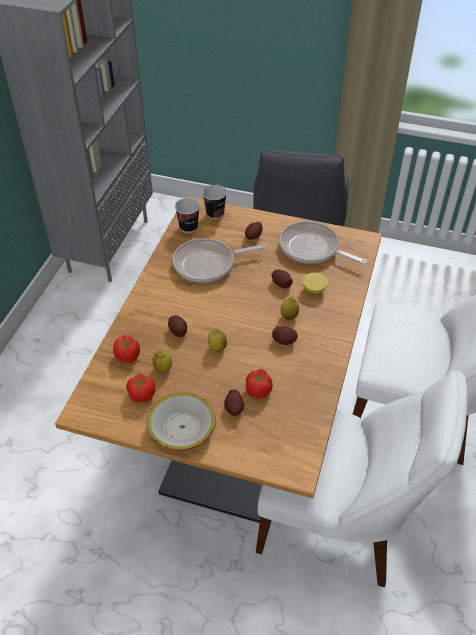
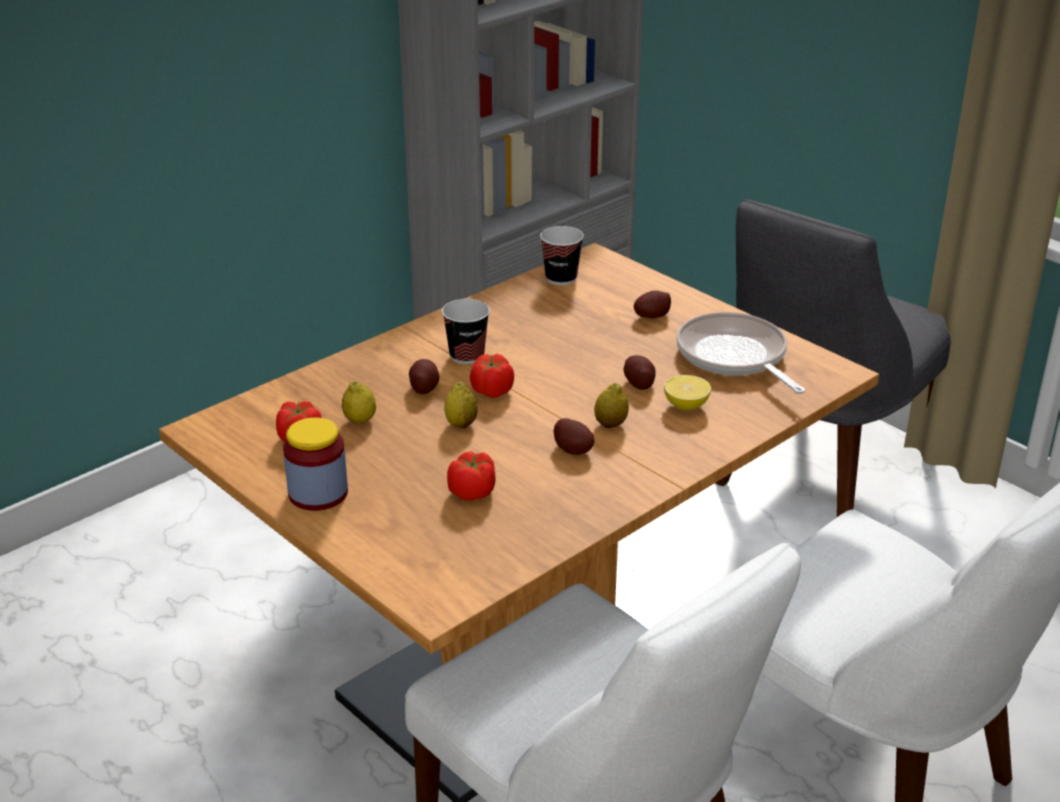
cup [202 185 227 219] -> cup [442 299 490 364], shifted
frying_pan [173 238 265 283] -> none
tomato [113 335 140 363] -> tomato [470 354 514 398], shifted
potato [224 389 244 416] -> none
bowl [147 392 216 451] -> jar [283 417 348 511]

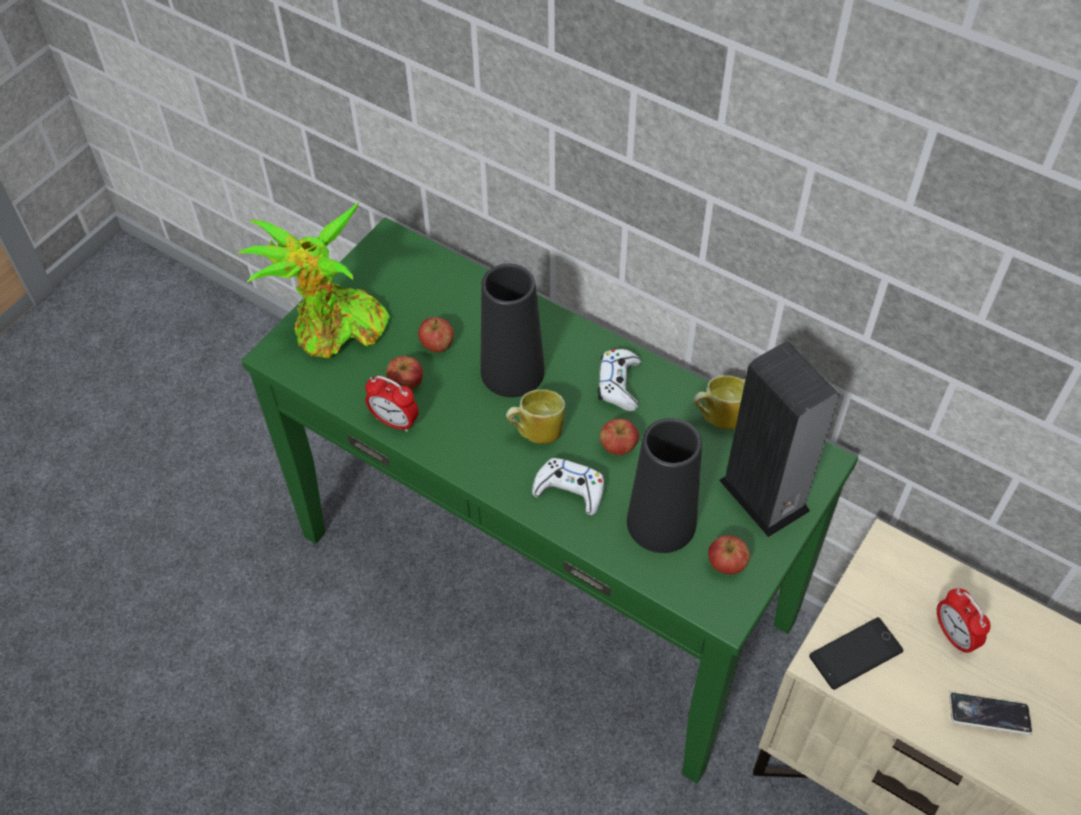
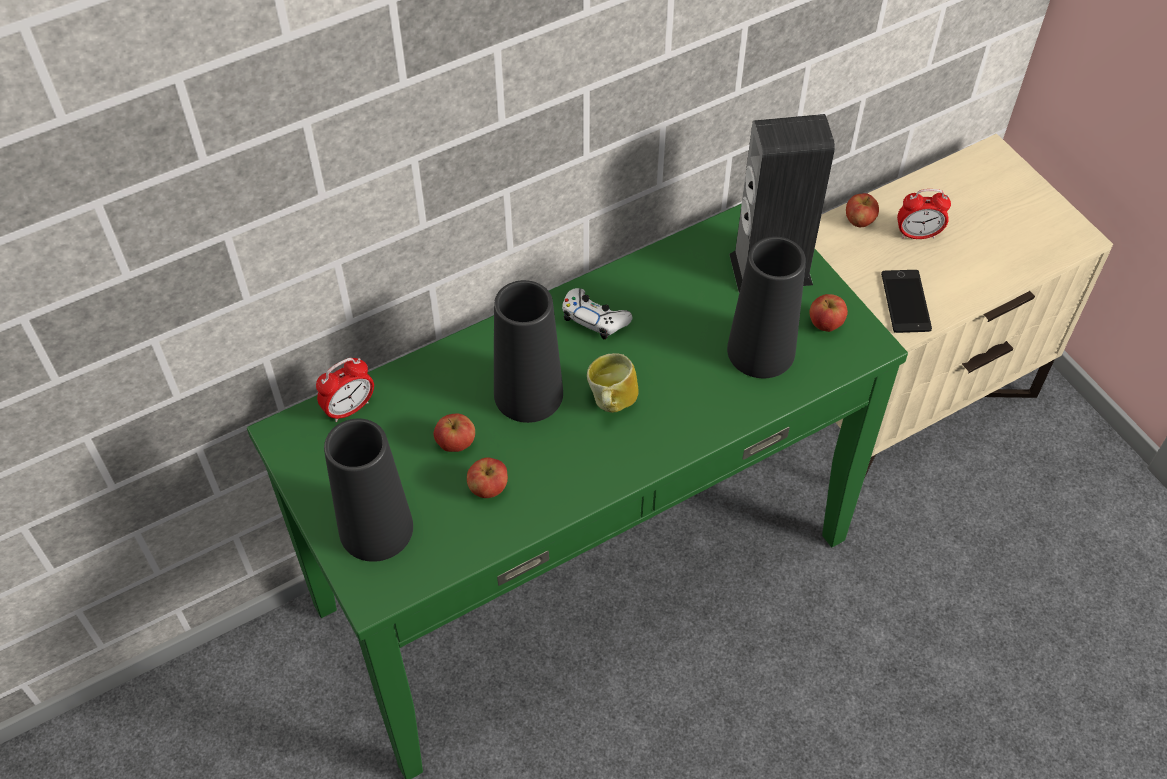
potted_plant [238 202 390 358] -> black_vase [324 419 413 562]
mug [693 375 745 429] -> none
alarm_clock [365 376 419 432] -> alarm_clock [316 358 374 422], shifted
apple [600 419 639 456] -> apple [846 193 879 227], shifted
white_game_controller [532 457 604 515] -> none
phone [949 693 1033 735] -> none

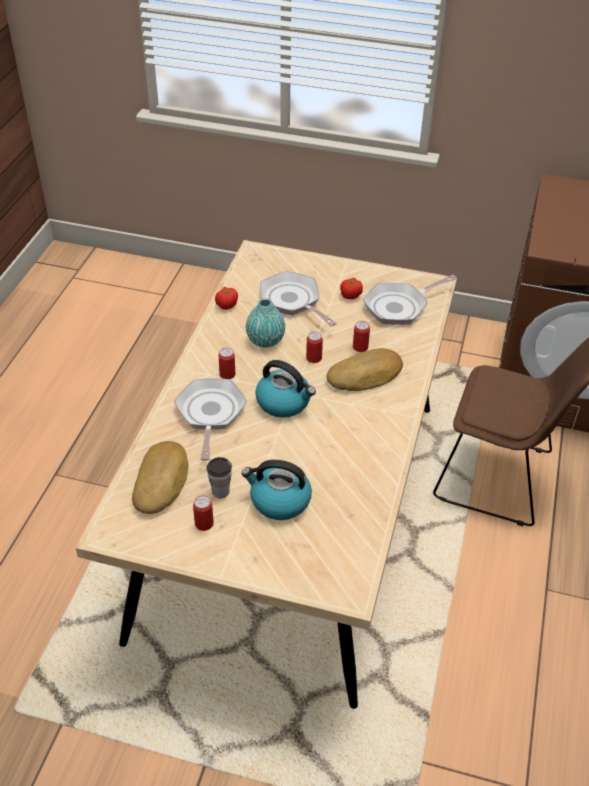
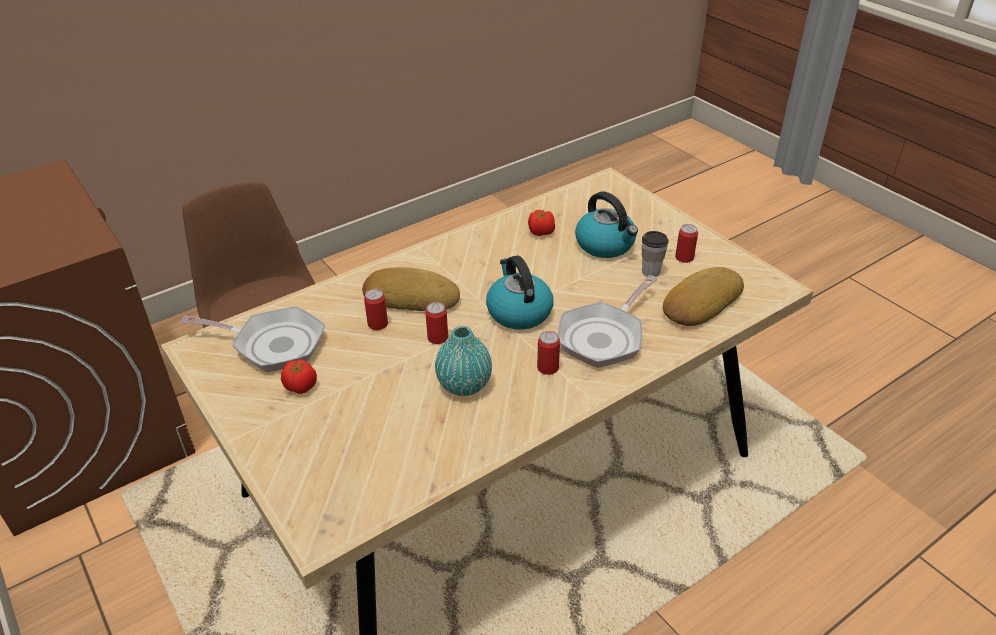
frying_pan [260 271 337 327] -> none
tomato [215 287 238 310] -> tomato [528 210 555 236], shifted

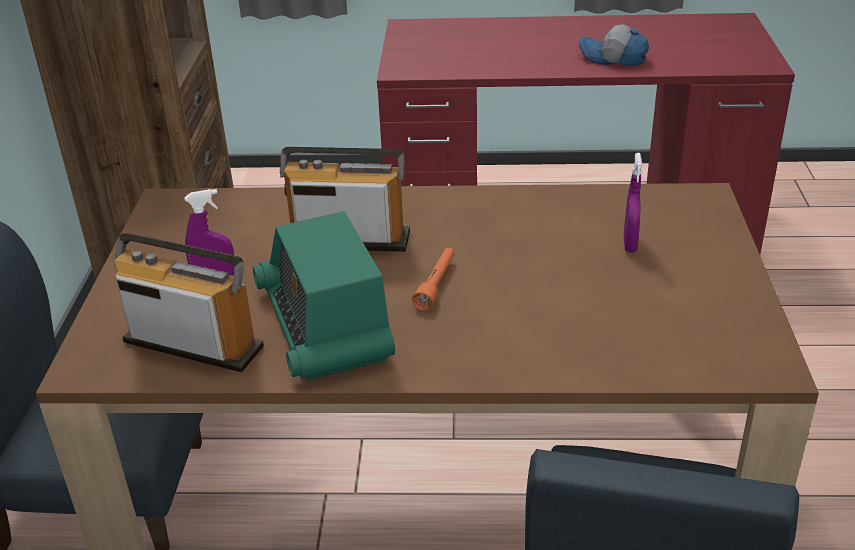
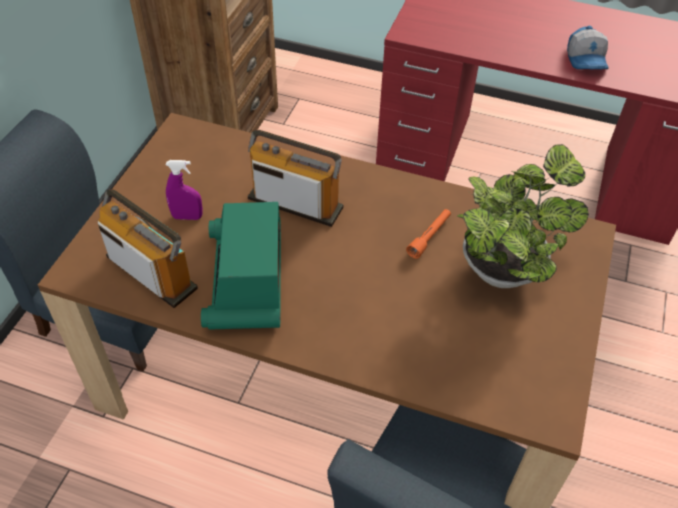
cap [579 24 649 66] -> cap [567 26 609 69], 135 degrees counterclockwise
purple_spray_bottle [624 153 642 252] -> potted_plant [457 144 589 288]
orange_flashlight [412 248 454 310] -> orange_flashlight [406 209 451 259], shifted

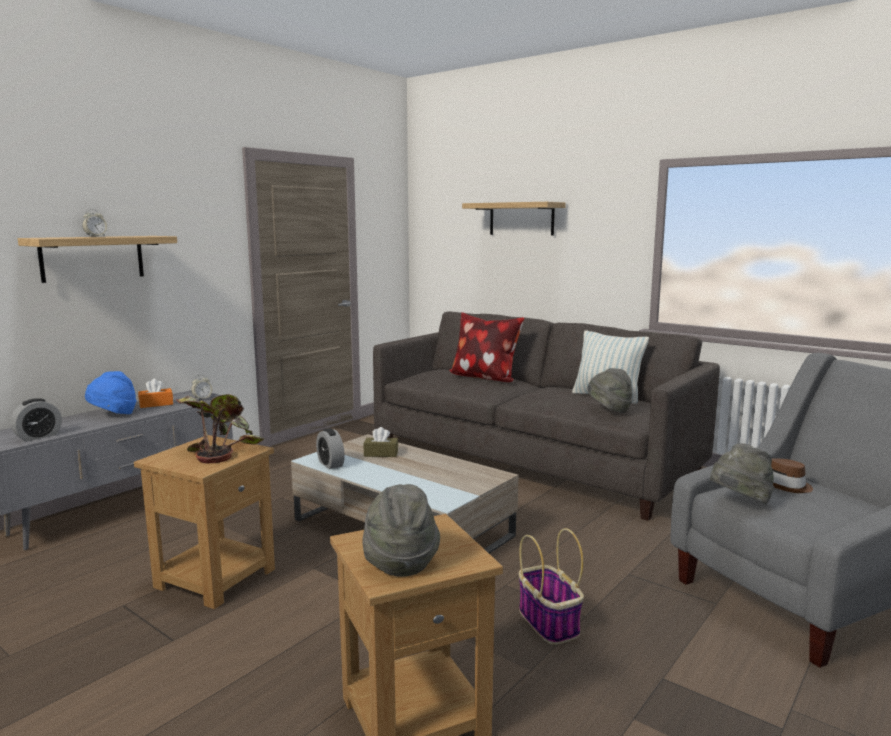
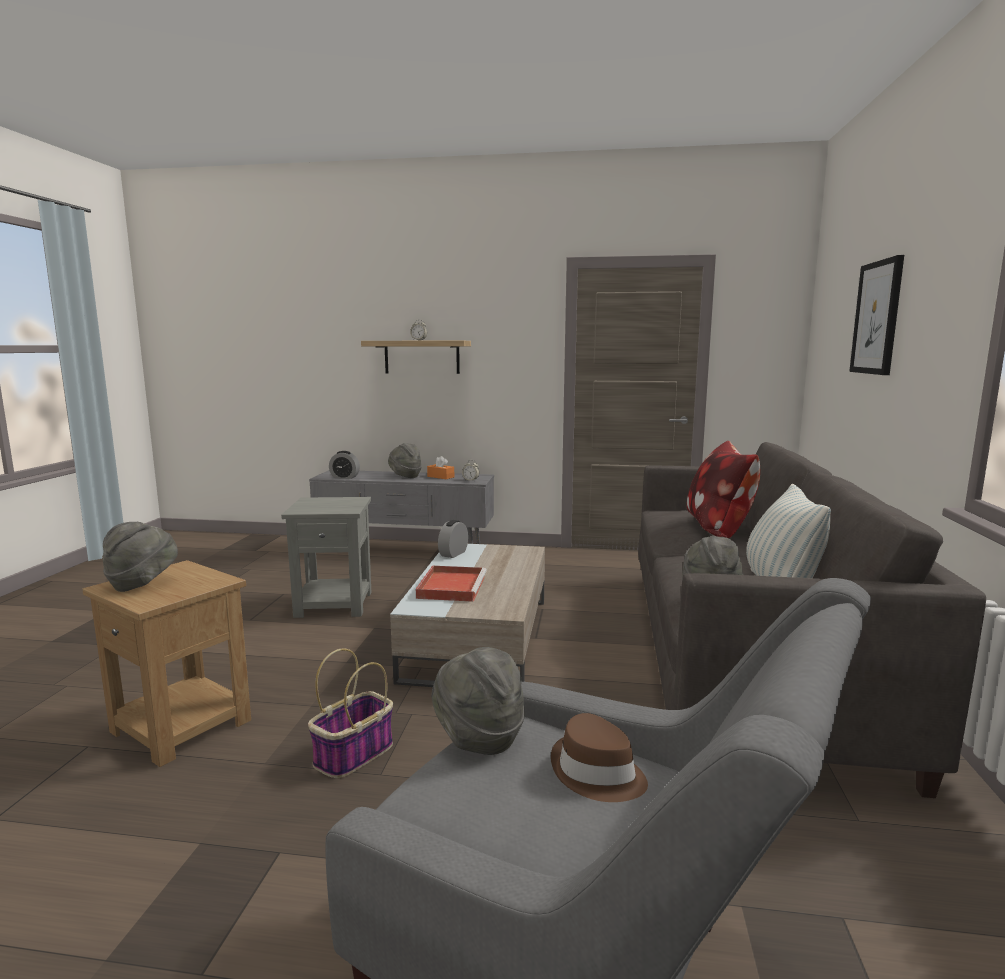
shelf [462 202 566 236] -> picture [849 255 904 375]
blue_hat [85 371 137 414] -> grey_hat [388 443 422 478]
potted_plant [176 394 264 463] -> none
brown_tissue_box [363 427 398 457] -> none
brown_side_table [134 435 275 609] -> grey_side_table [281 497 371 618]
none -> red_tray [416 566 487 602]

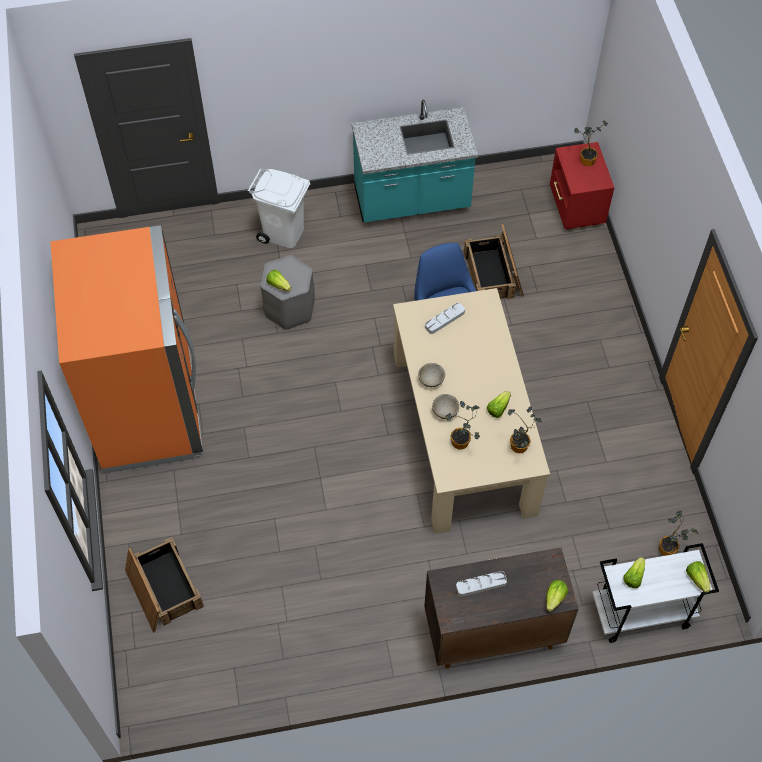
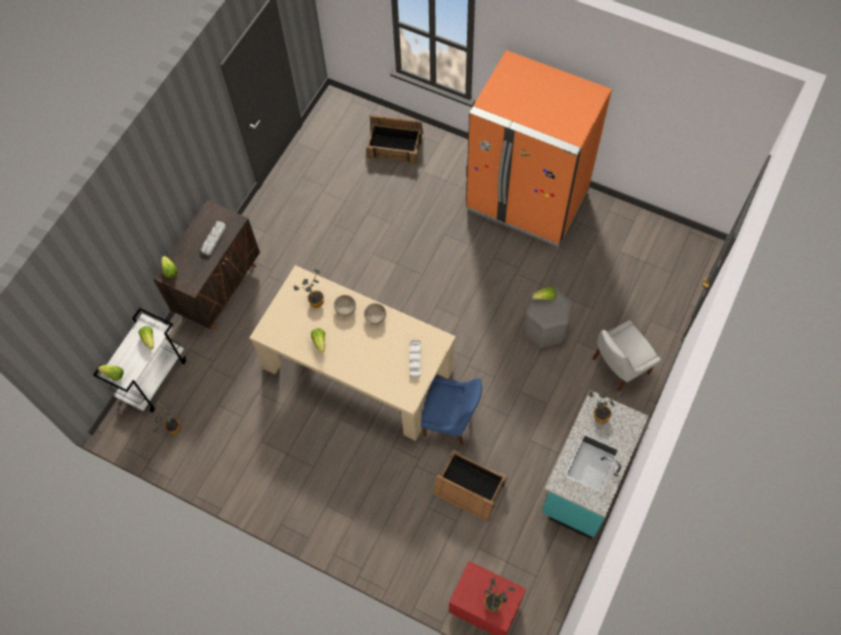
white_trash_can [248 169 310 248] -> white_chair [593 320 661 392]
potted_plant [508 406 542 453] -> potted_plant [588 391 623 423], shifted

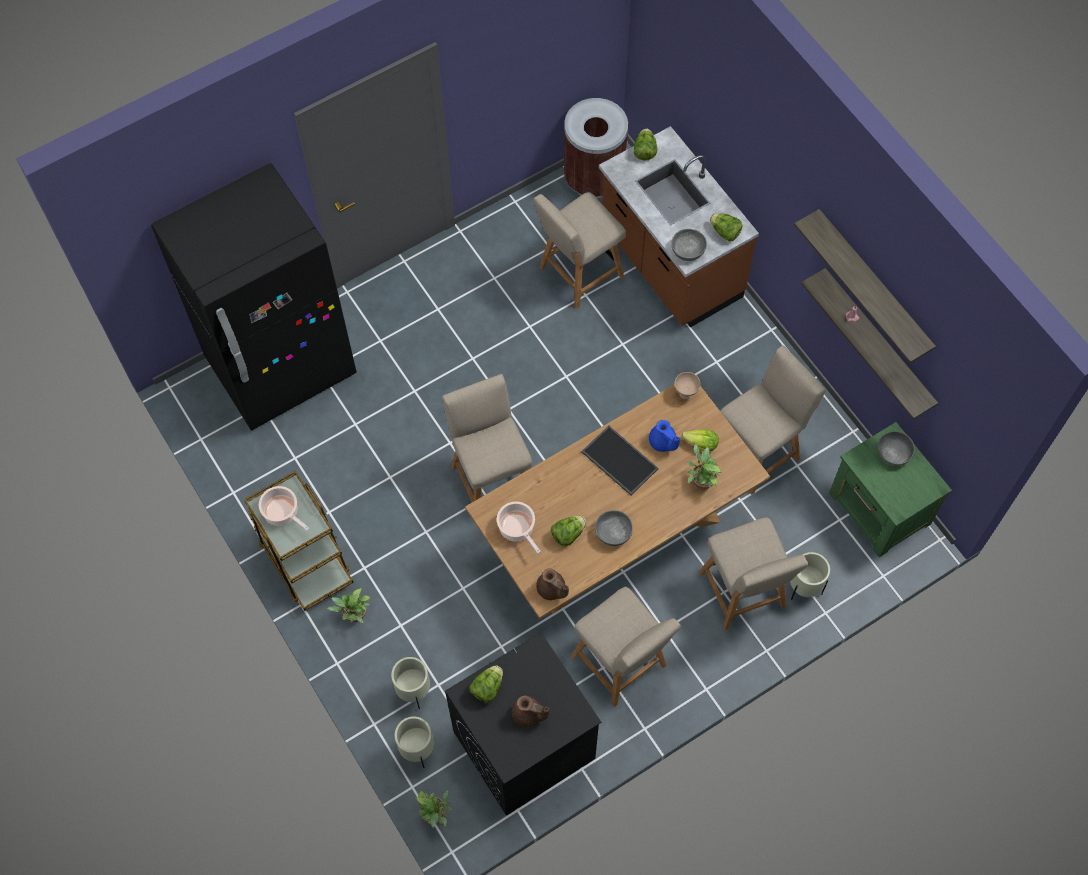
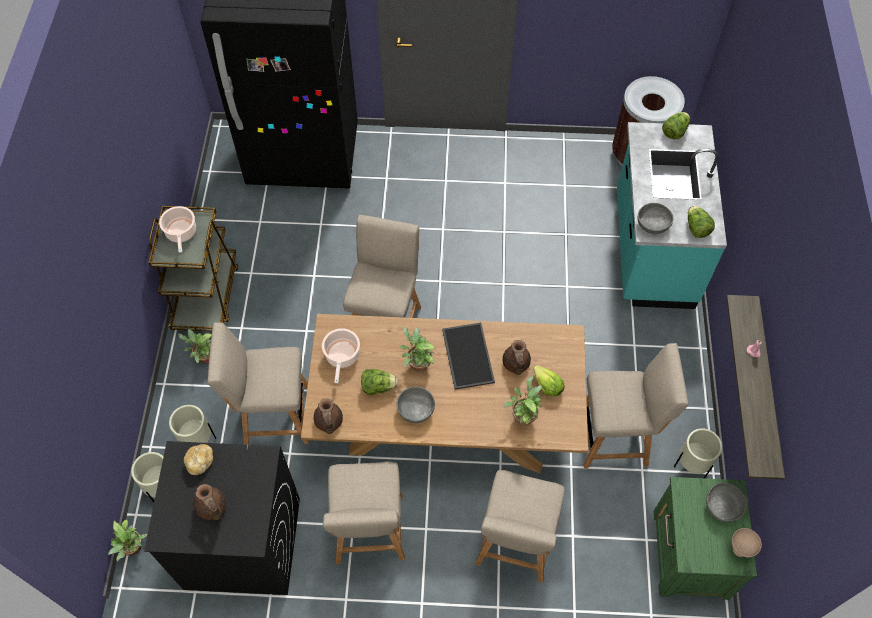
brown_counter [599 126 759 328] -> turquoise_counter [617 122 727 309]
beige_chair [533 192 626 309] -> beige_chair [207 322 309 445], shifted
shelf [794 209 936 363] -> none
beige_bowl [675 372 700 399] -> beige_bowl [732 528 762 557], shifted
blue_teapot [649 420 680 452] -> brown_teapot [503 340 531 375]
beige_planter [790 552 830 600] -> beige_planter [674 428 722 478], shifted
lettuce [469 665 503 703] -> bread [184 444 213 475]
none -> potted_plant [400 327 436 372]

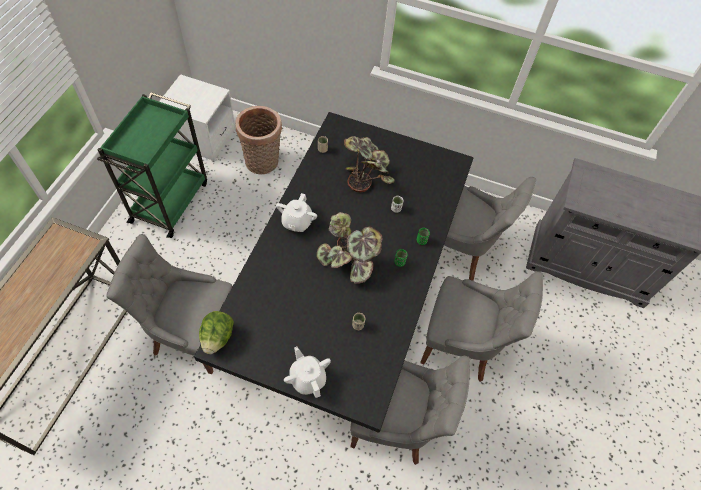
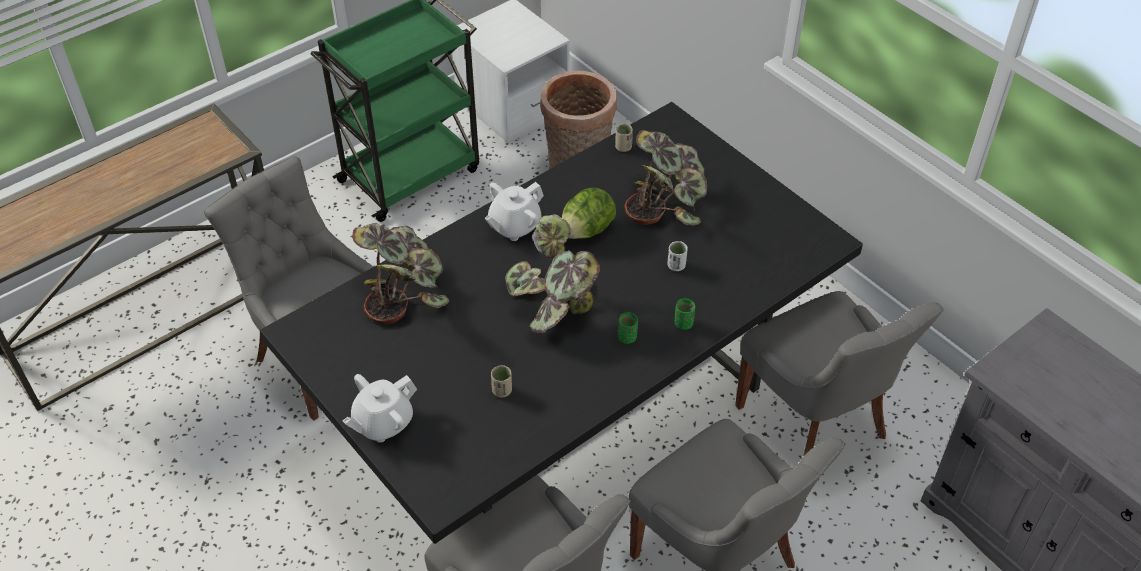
lettuce [199 311 234 354] -> lettuce [562 188 616 239], shifted
white_teapot [284 346 331 398] -> white_teapot [343 374 417 443], 135 degrees counterclockwise
none -> potted_plant [352 223 449 324]

